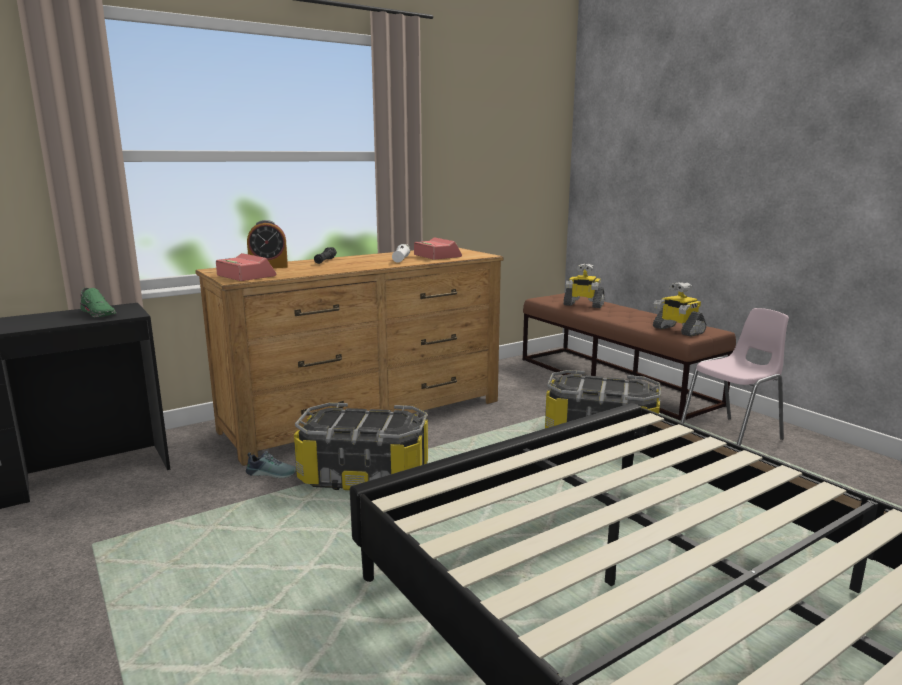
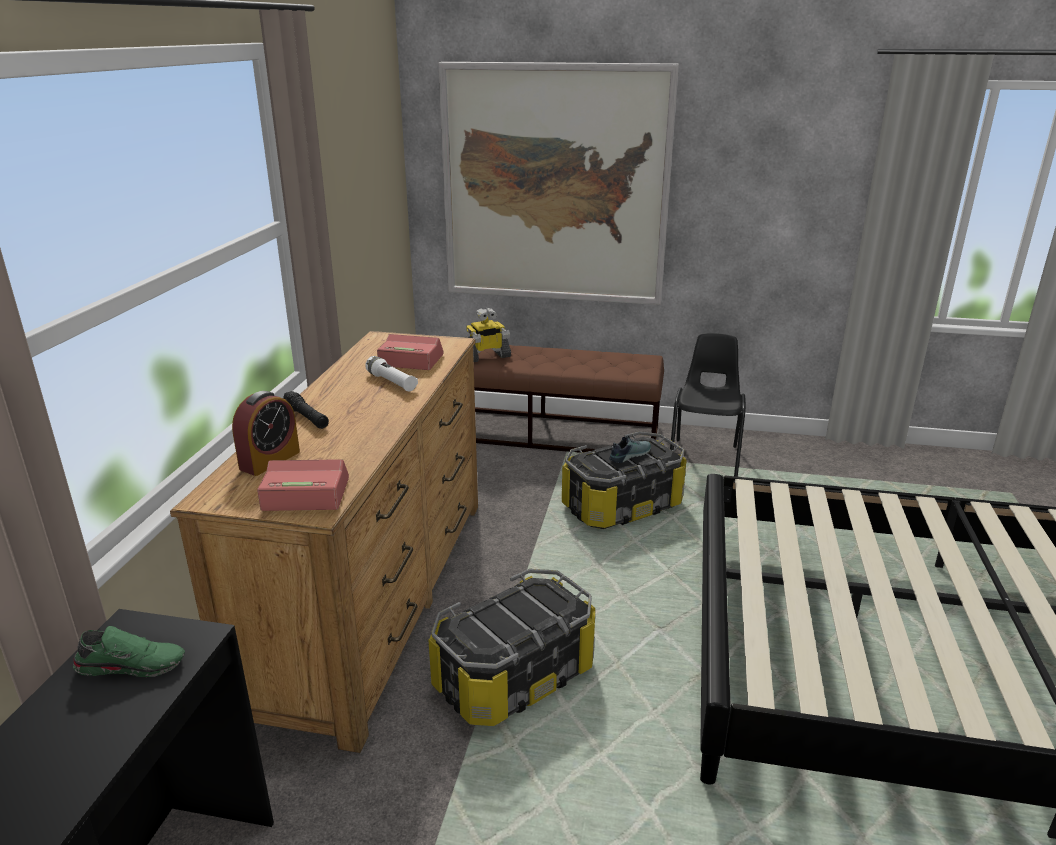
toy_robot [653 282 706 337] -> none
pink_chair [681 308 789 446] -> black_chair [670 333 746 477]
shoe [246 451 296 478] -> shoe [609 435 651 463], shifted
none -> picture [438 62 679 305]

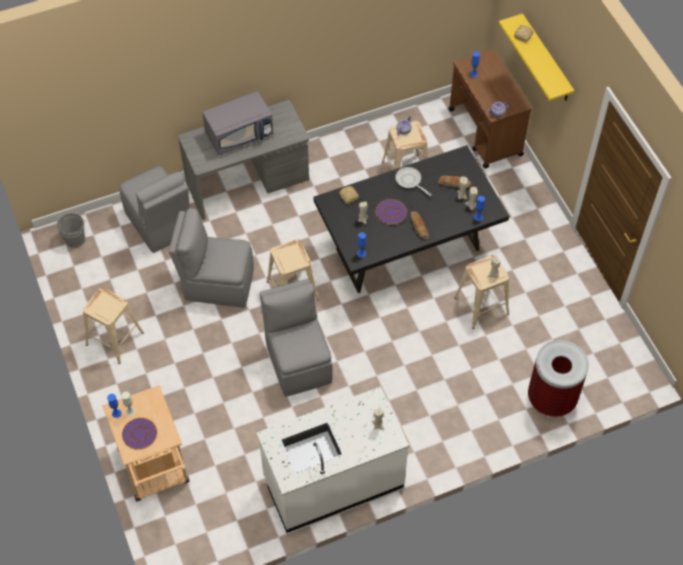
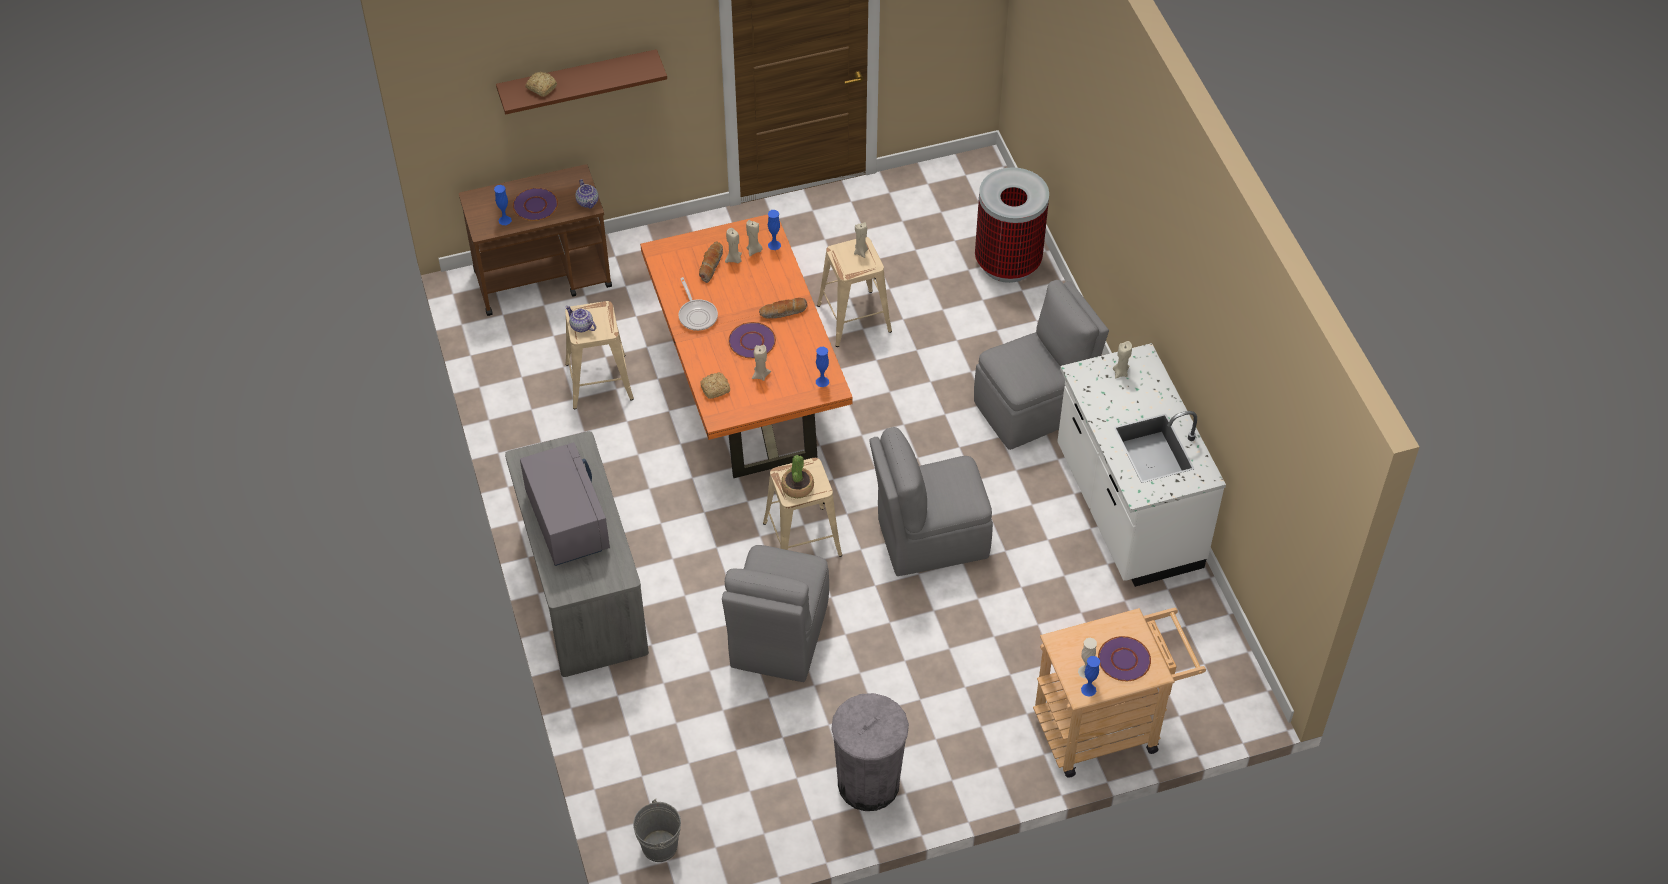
yellow_shelf [499 14 574 101] -> brown_shelf [496 49 667 115]
black_dining_table [313 145 509 293] -> orange_dining_table [640 214 853 478]
grey_chair [120 166 190 253] -> grey_chair [974 280 1109 450], shifted
frying_pan [396 167 431 196] -> frying_pan [679 277 718 331], 75 degrees counterclockwise
beige_stool [83 288 144 364] -> grey_trash_can [831 693 909 811]
none -> purple_plate [513 188 558 221]
none -> potted_plant [781 455 814 498]

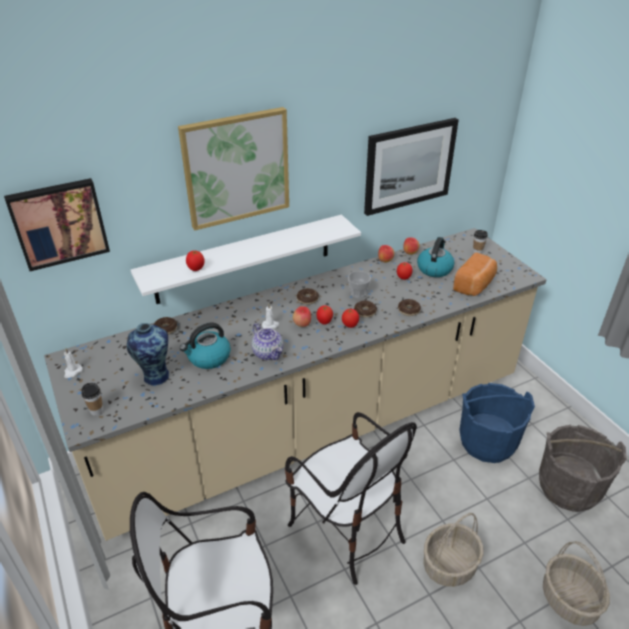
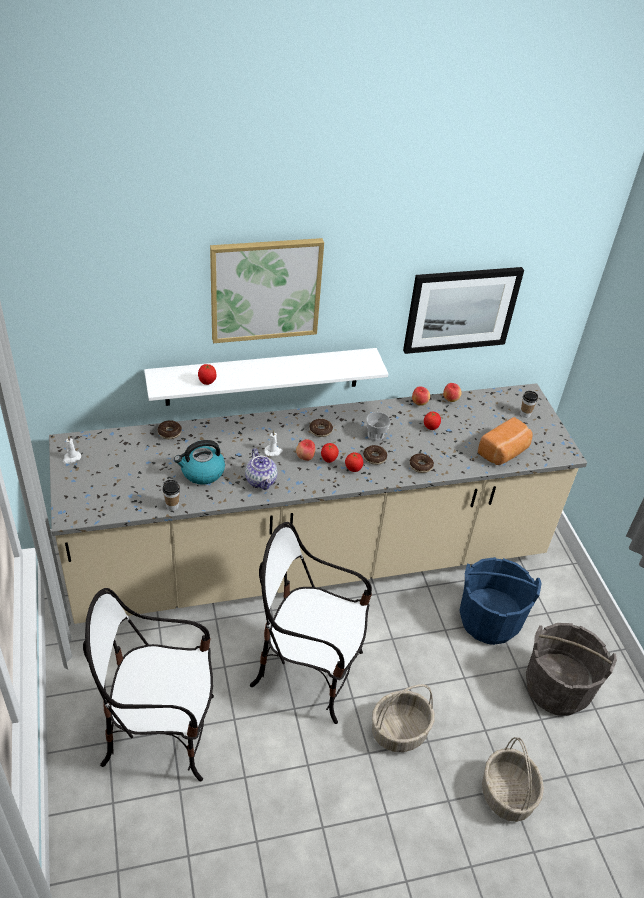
picture [4 178 110 271] -> none
kettle [417 237 454 277] -> none
vase [127 323 170 385] -> none
cup [81 383 103 416] -> cup [163 480 180 511], shifted
chair [285 412 417 585] -> chair [250 522 372 724], 135 degrees clockwise

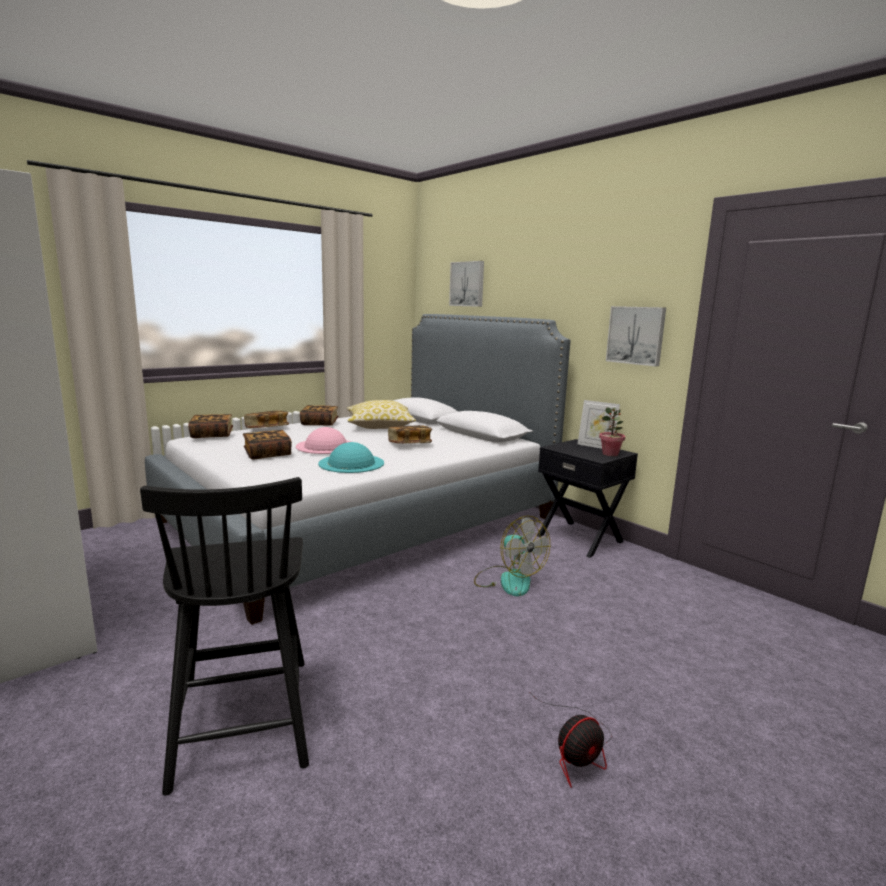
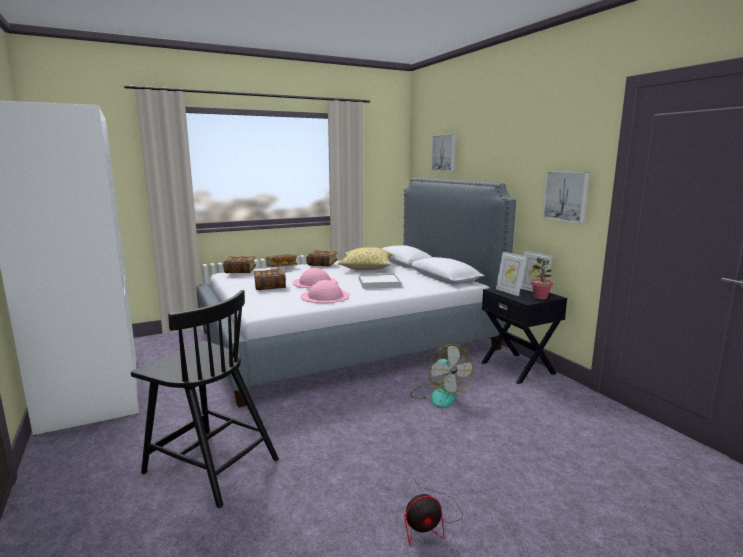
book [388 425 432 443] -> white_tray [359 273 401 289]
turquoise_hat [318 442 384 473] -> pink_hat [300 280 350 303]
black_chair [140 477 309 796] -> black_chair [131 290 279 508], 60 degrees counterclockwise
none -> picture_frame [496 252 526 296]

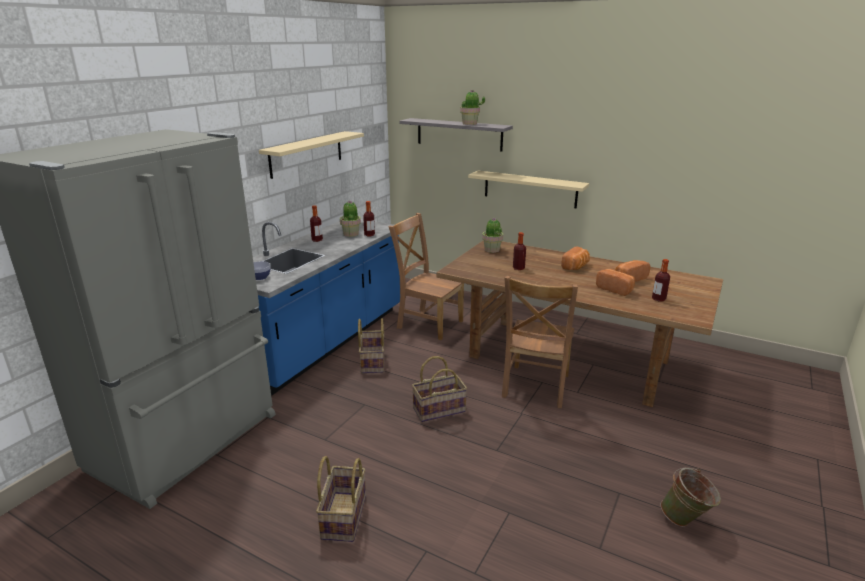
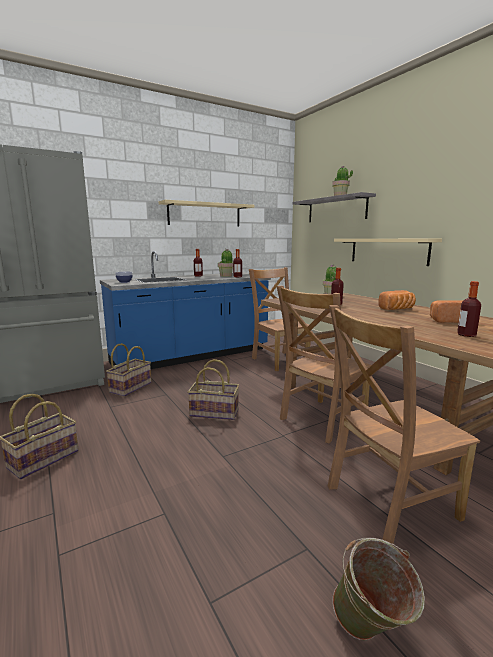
bread [596 269 635 296] -> none
basket [358 318 384 374] -> basket [106 343 151 397], shifted
none -> brown_chair [328 305 480 544]

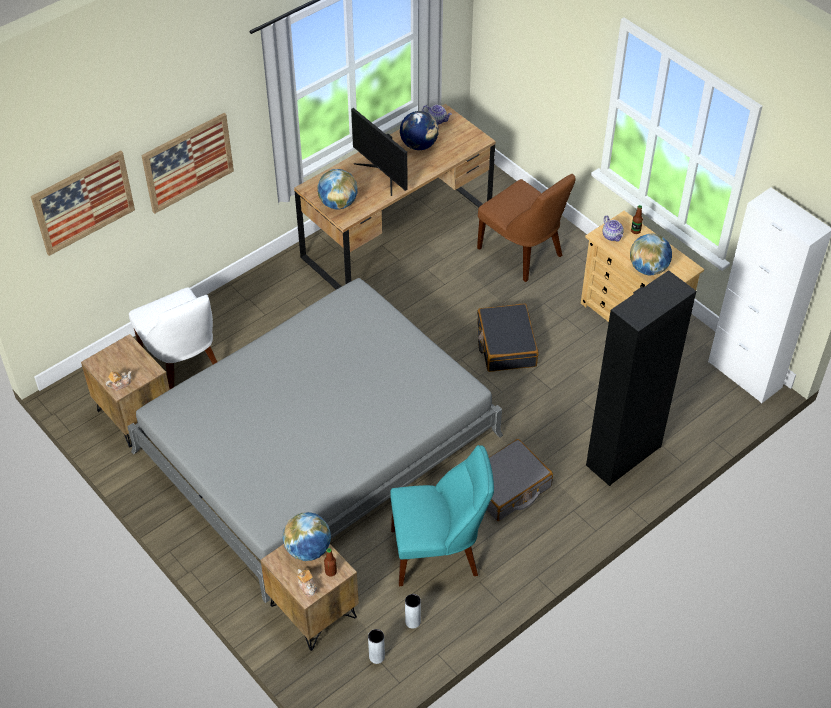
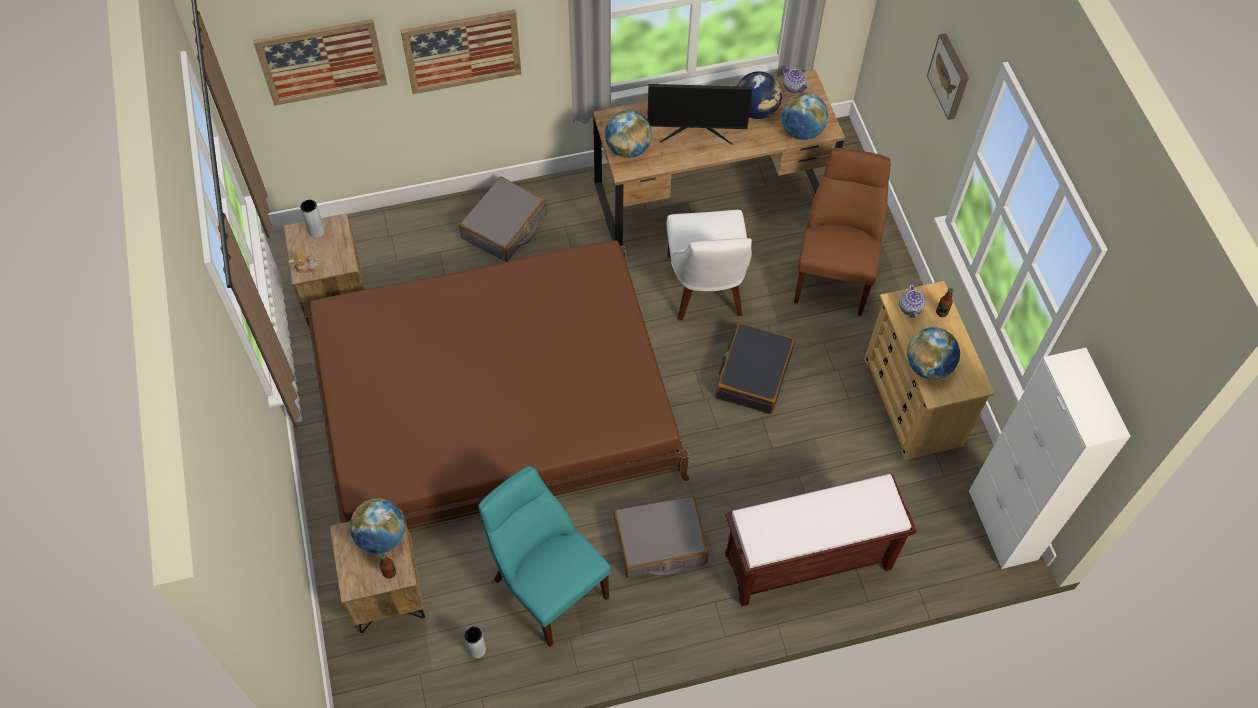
monitor [351 108 408 196] -> monitor [647 84 753 144], 75 degrees counterclockwise
brown_chair [477 174 576 282] -> brown_chair [794 148 891 316], 150 degrees counterclockwise
black_cabinet [586 270 696 486] -> brown_bench [725 474 917 607]
grey_bed [127 278 503 603] -> brown_bed [304 240 690 529]
white_chair [129 287 217 389] -> white_chair [666 210 752 321], shifted
turquoise_chair [390 445 494 586] -> turquoise_chair [478 466 611 647], 150 degrees counterclockwise
teapot [297 569 317 597] -> none
grey_vase [368 629 385 664] -> grey_vase [300 199 325 238], shifted
none -> picture [927 33 969 120]
none -> globe [781 93 828 140]
none -> grey_suitcase [459 177 546 262]

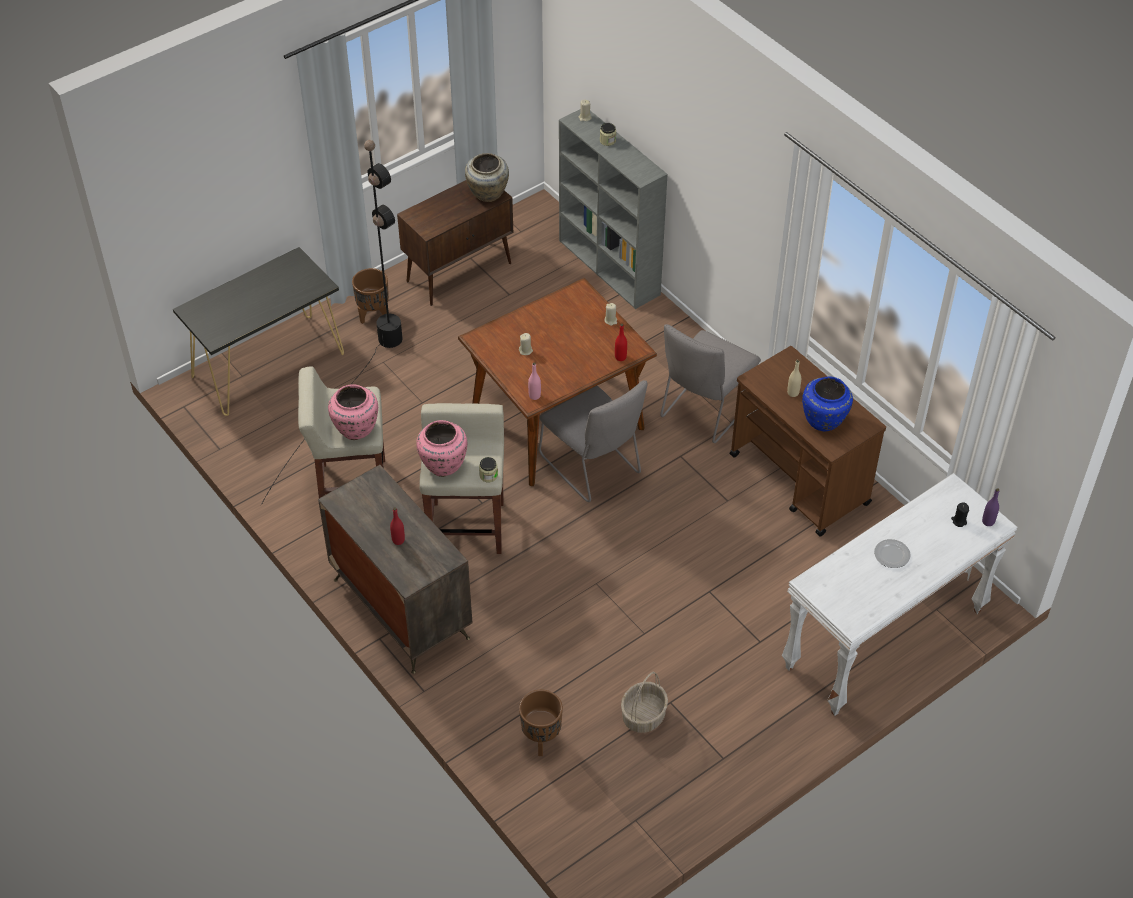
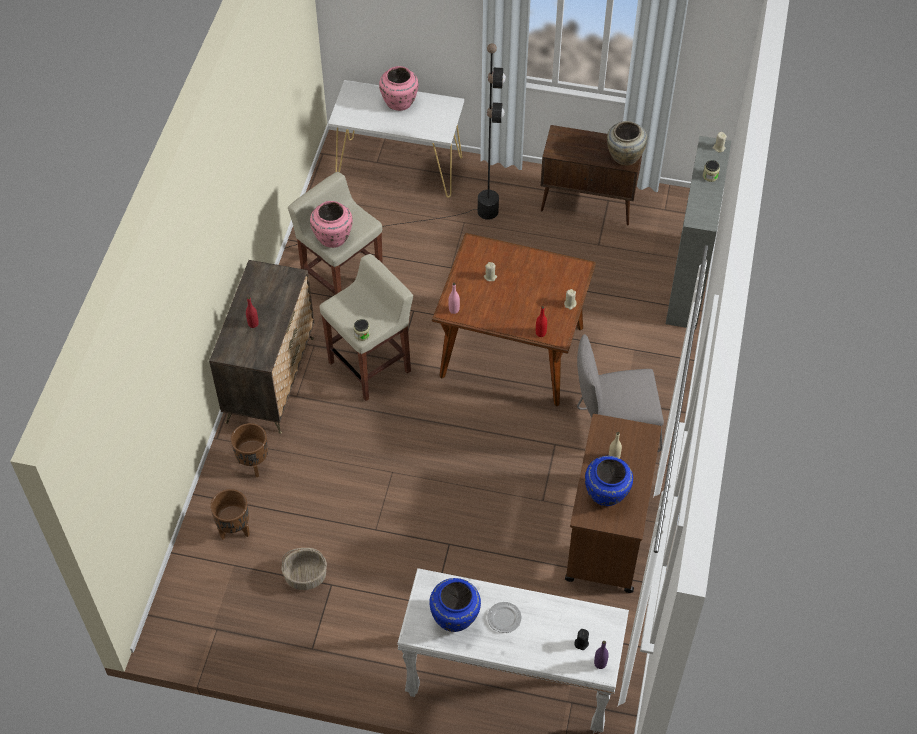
black_console_table [173 247 344 416] -> white_console_table [328 80 464 198]
brown_planter [352 268 389 324] -> brown_planter [231 423 268 477], shifted
grey_chair [539 380 647 502] -> none
pink_vase [416 420 467 477] -> pink_vase [379 66 418 111], shifted
none -> blue_vase [429 578 481 632]

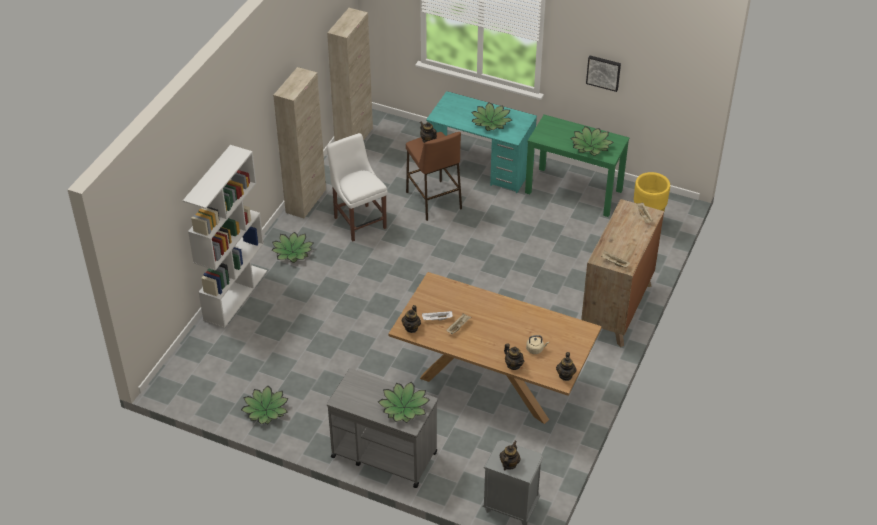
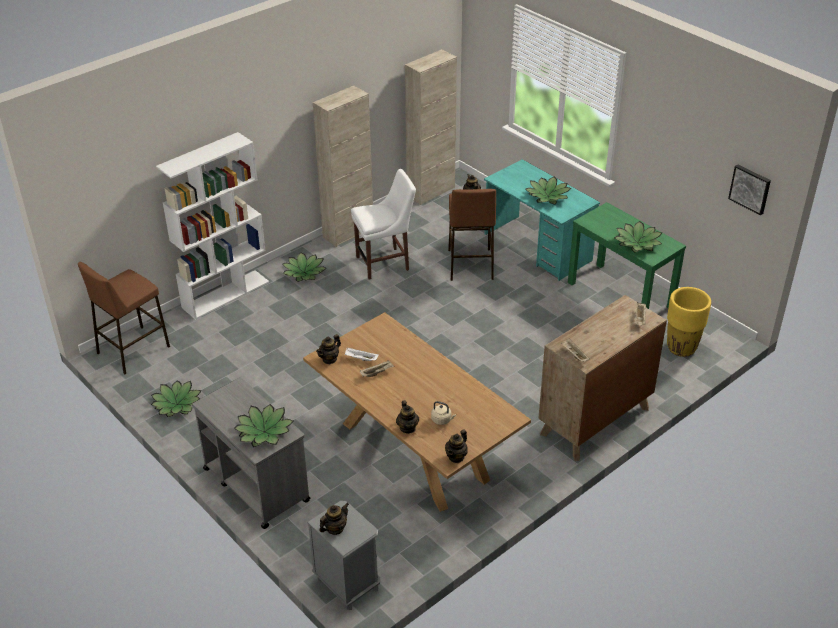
picture [586 56 621 92] -> picture [728 164 771 215], shifted
white_chair [326 133 388 242] -> white_chair [351 169 416 280], 75 degrees clockwise
none -> brown_stool [78 262 170 374]

